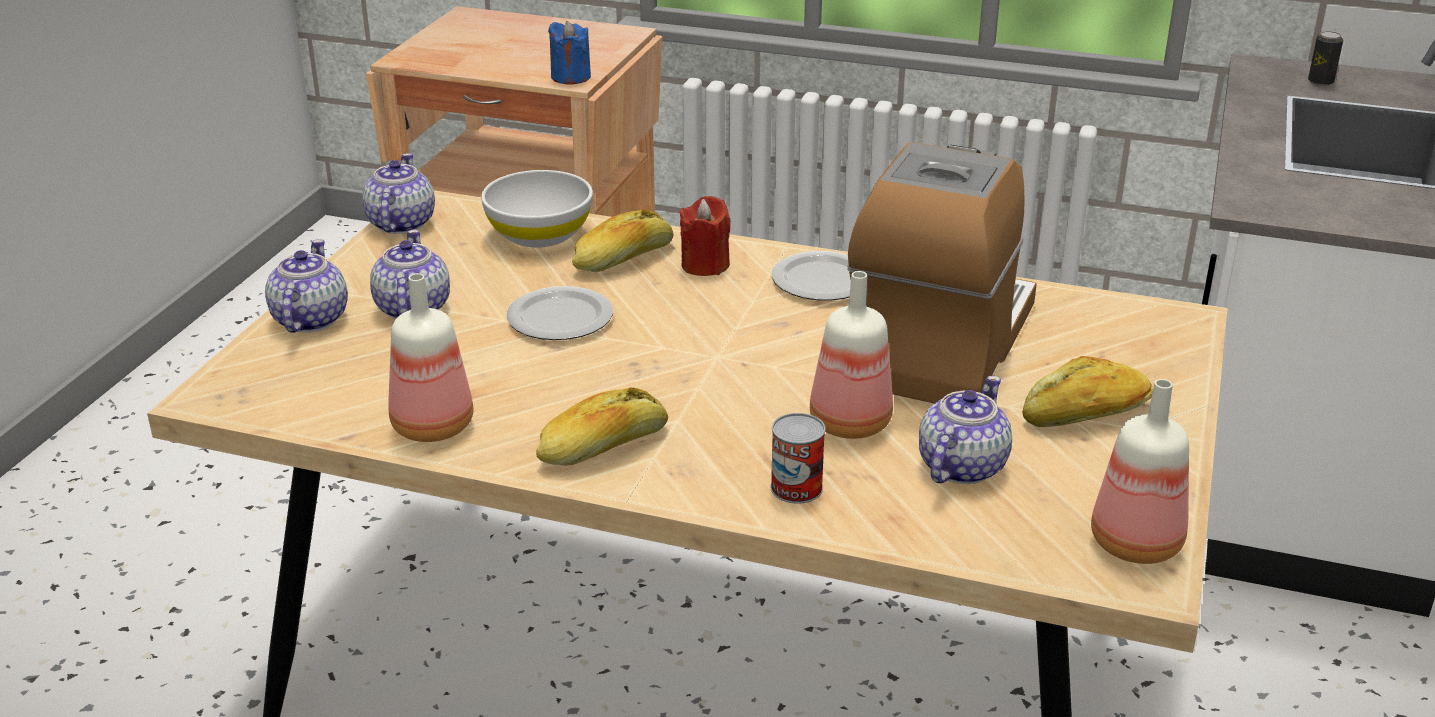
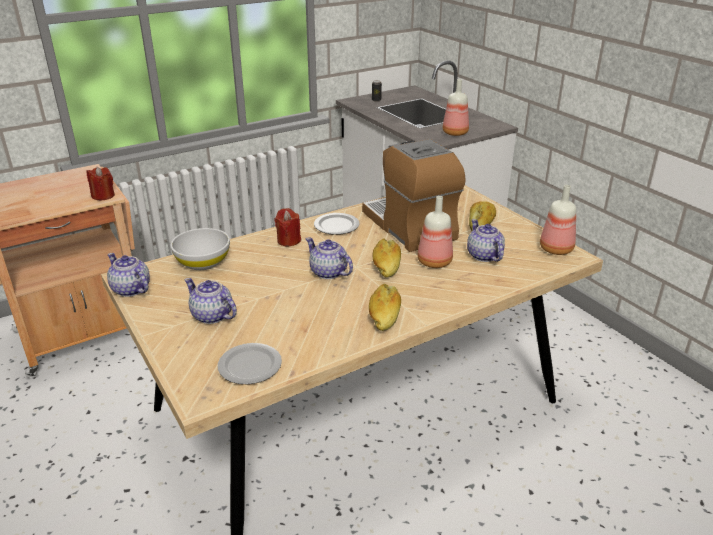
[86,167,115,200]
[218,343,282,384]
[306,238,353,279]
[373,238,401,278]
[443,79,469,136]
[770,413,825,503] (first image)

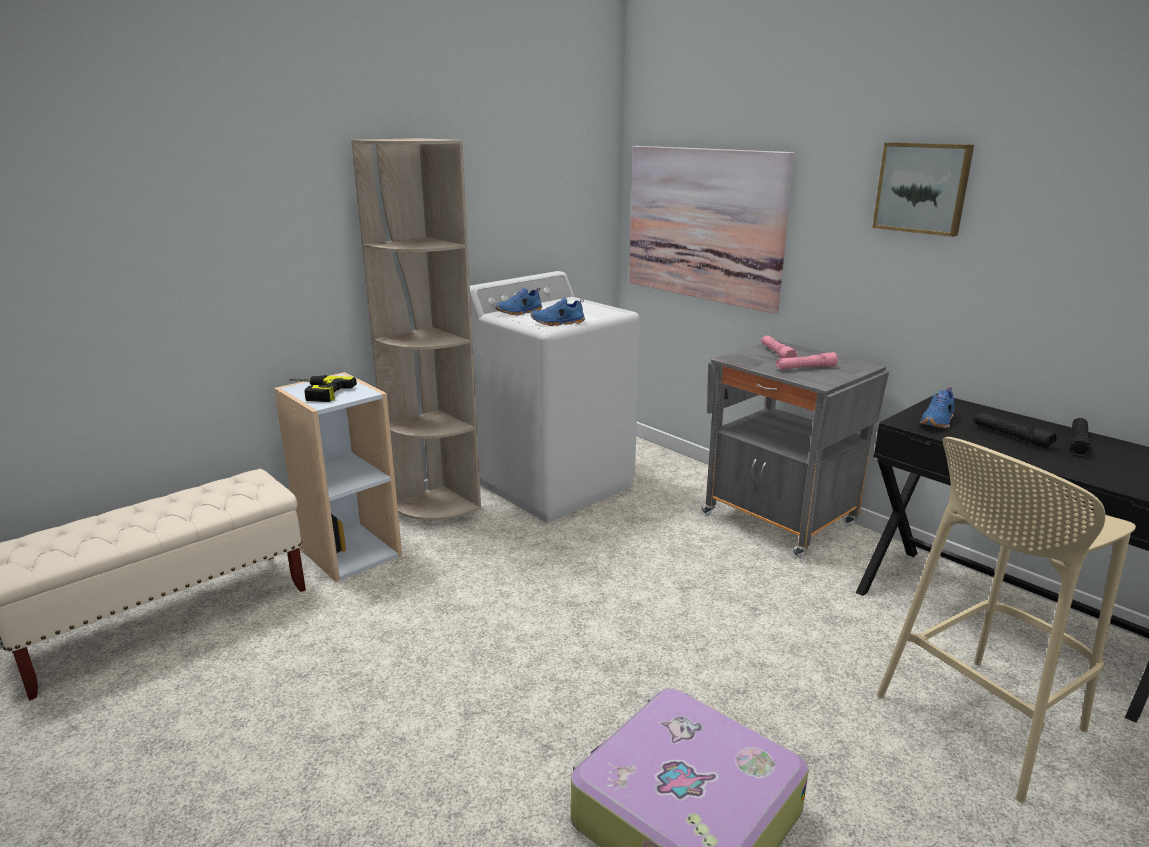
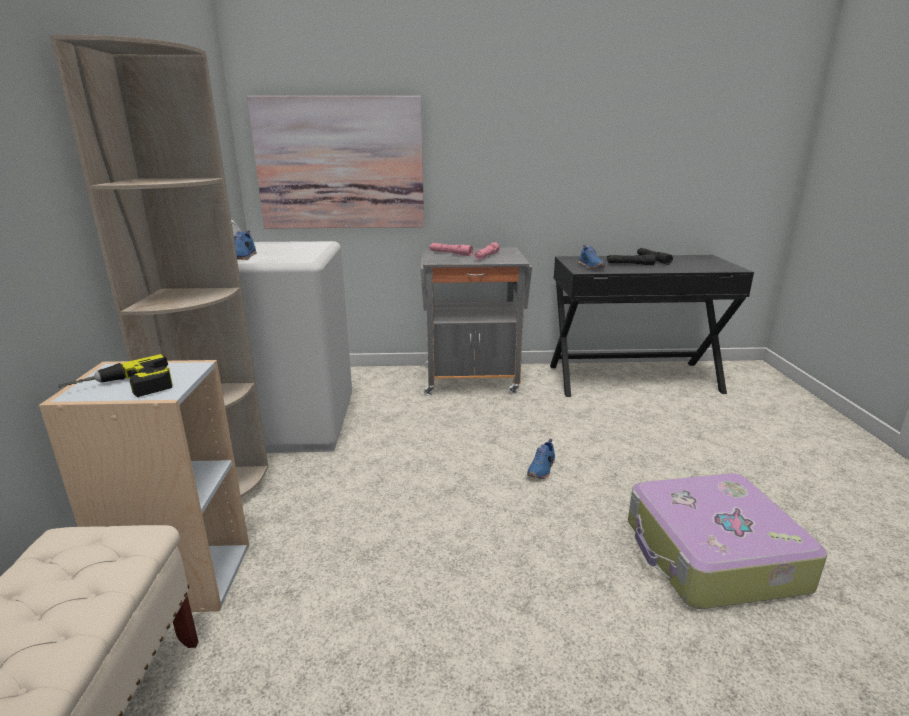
[527,439,555,479]
[872,142,974,237] (first image)
[877,437,1136,803] (first image)

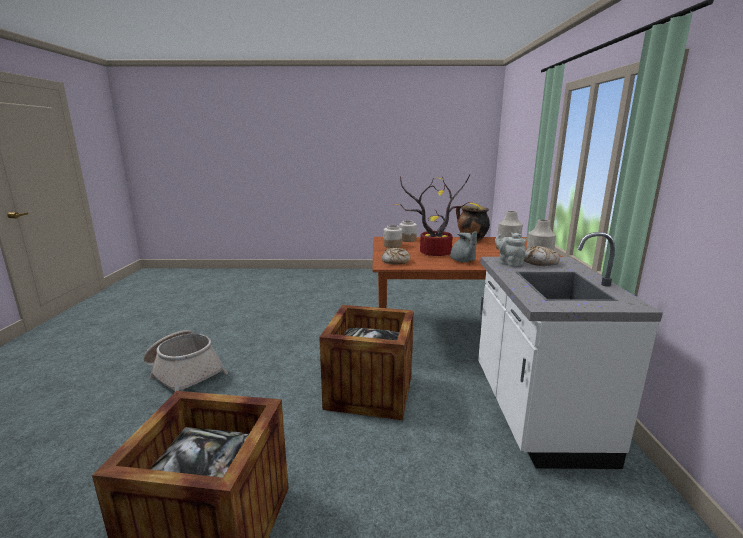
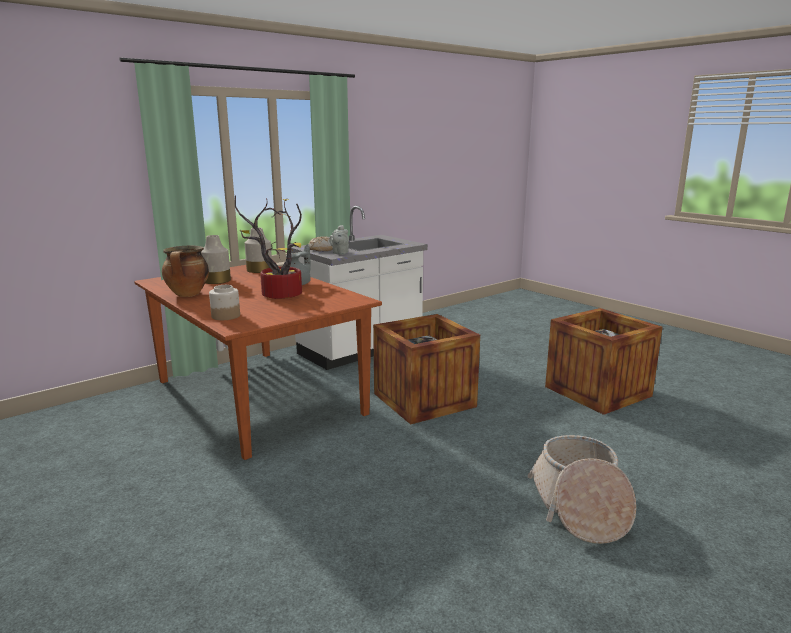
[382,248,410,264] (first image)
[384,225,402,248] (first image)

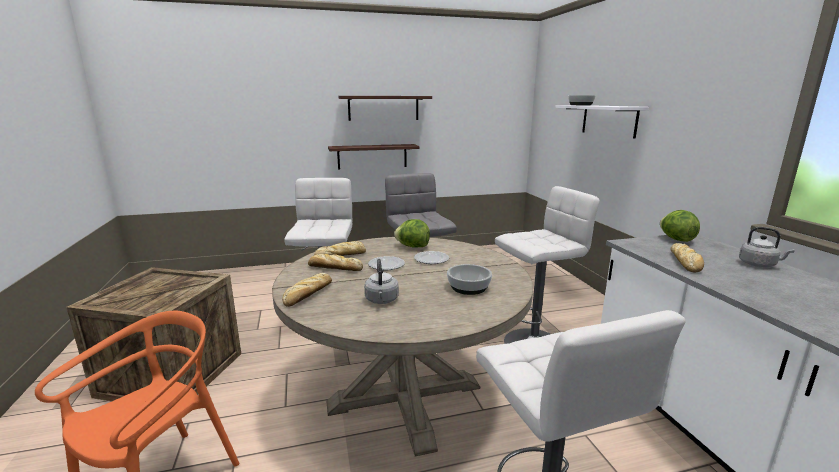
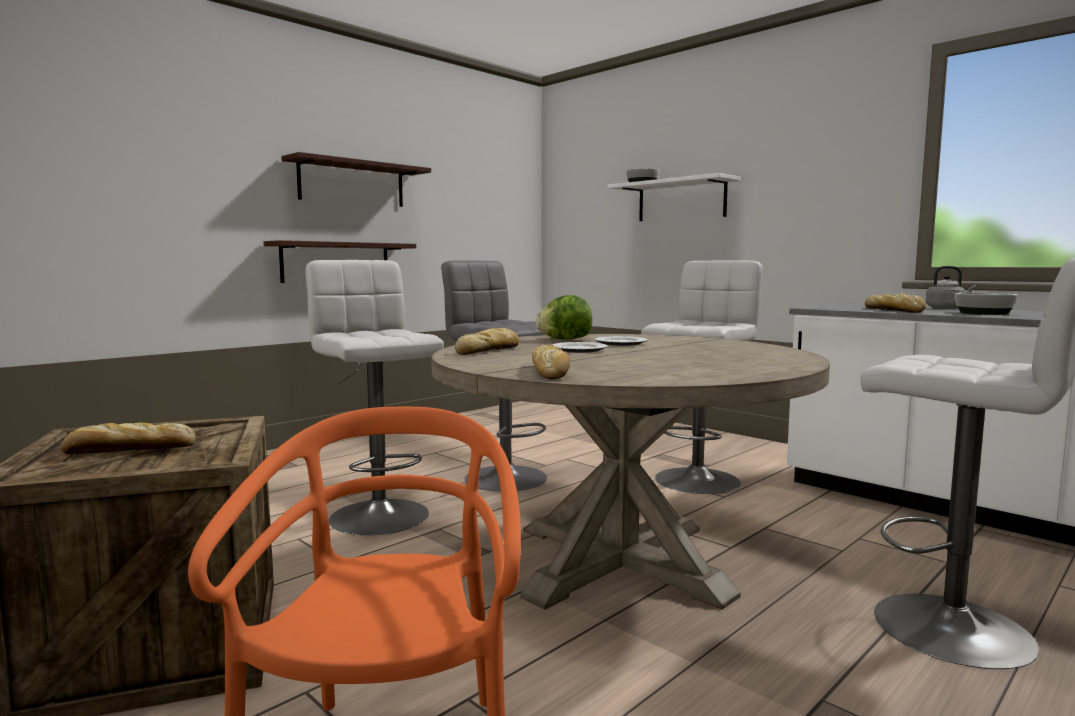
[61,423,196,454]
[955,293,1018,315]
[364,259,399,304] (first image)
[660,210,700,242] (first image)

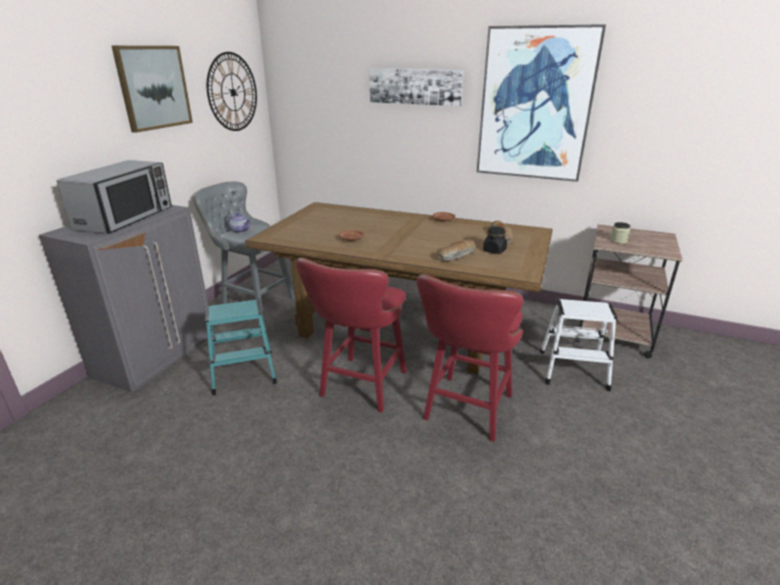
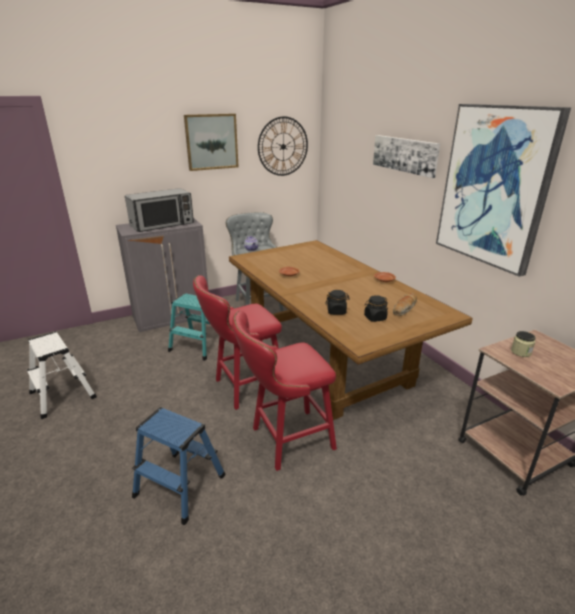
[27,331,97,419]
[132,407,225,525]
[325,290,350,315]

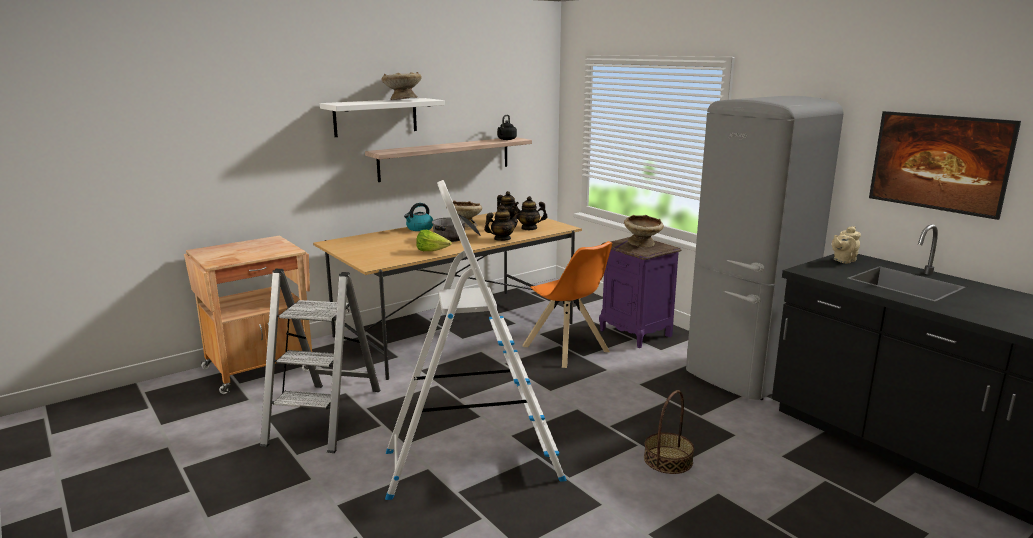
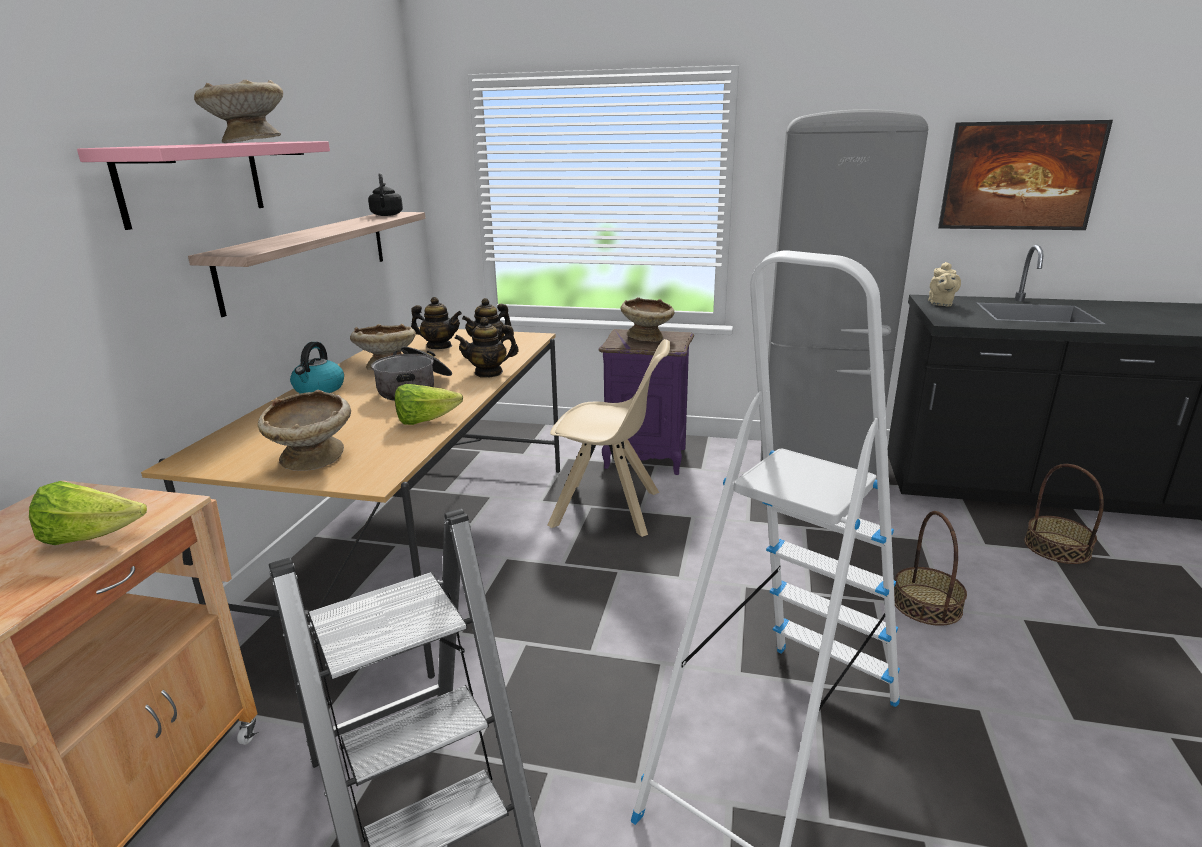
[29,481,147,545]
[77,141,330,230]
[258,390,351,471]
[454,317,519,377]
[548,339,670,537]
[1024,464,1104,564]

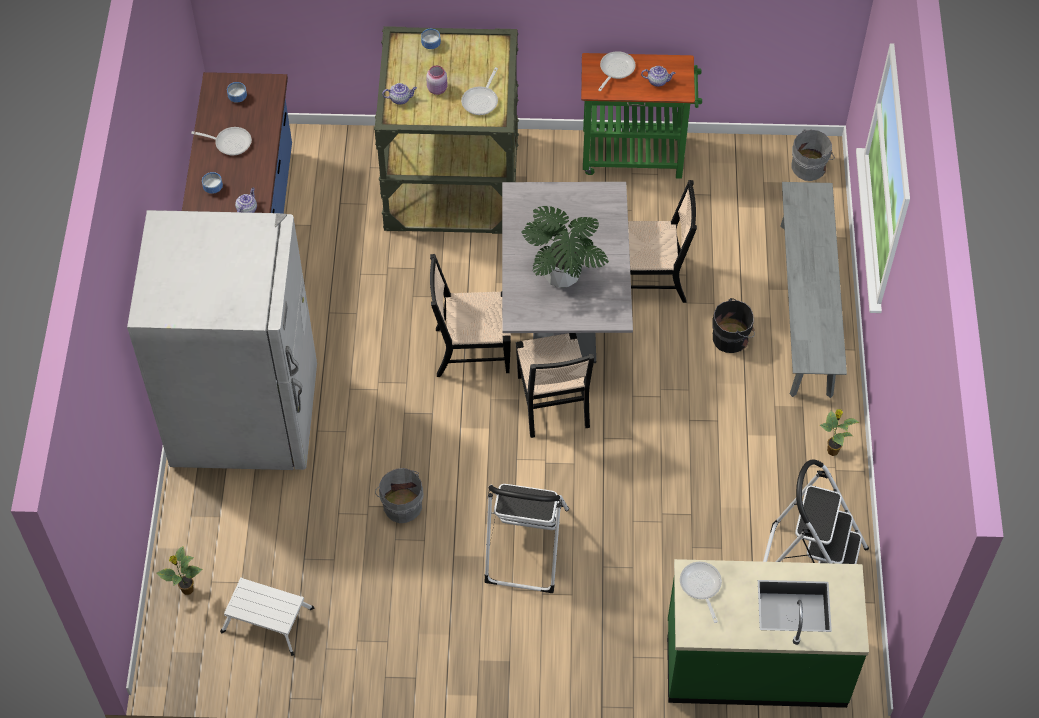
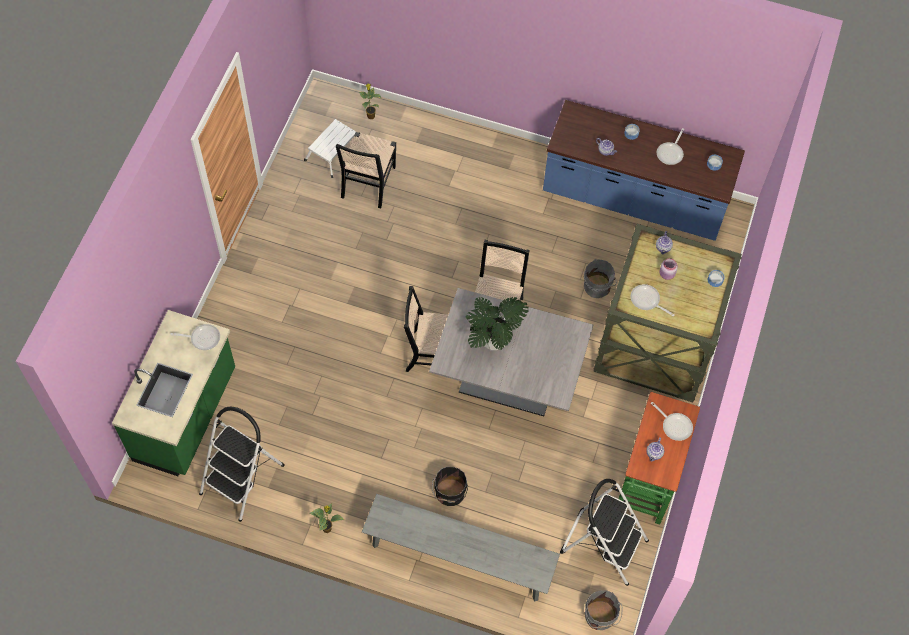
[336,132,396,208]
[560,479,649,586]
[584,259,617,298]
[127,210,317,470] (first image)

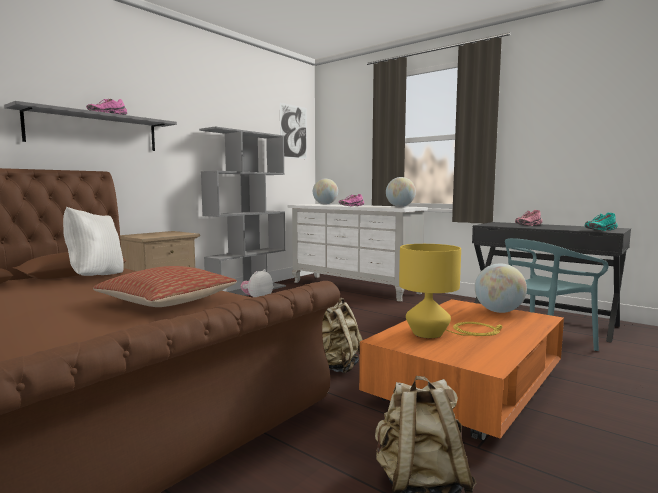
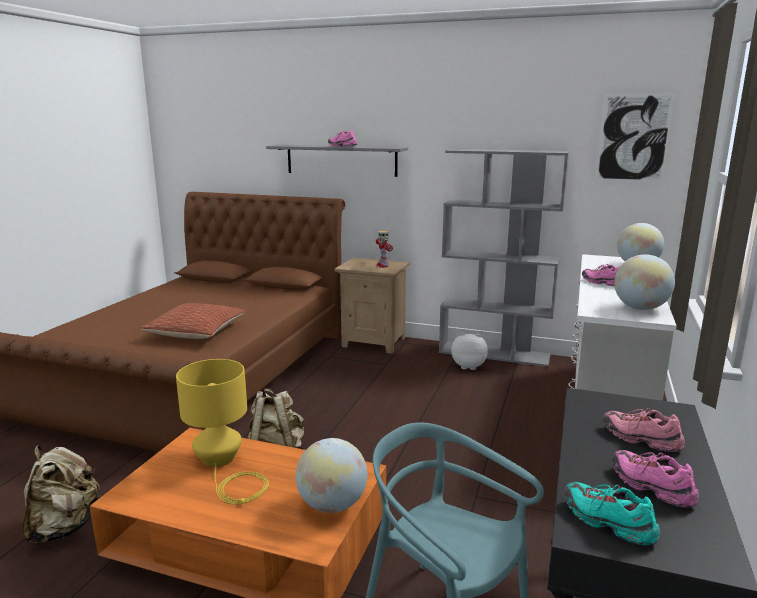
[376,231,393,268]
[612,450,699,507]
[63,207,124,276] (first image)

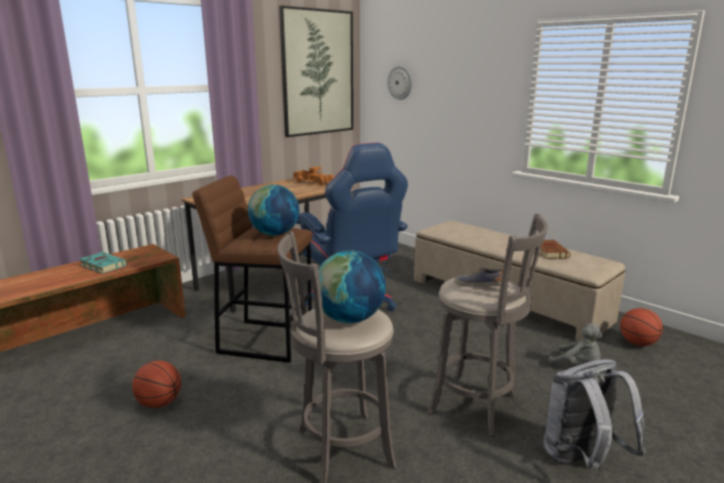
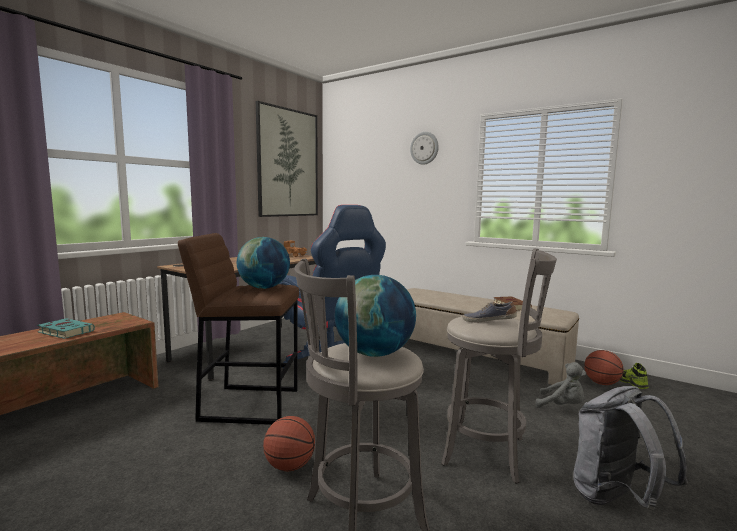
[263,416,315,471]
[410,132,439,165]
[619,363,649,389]

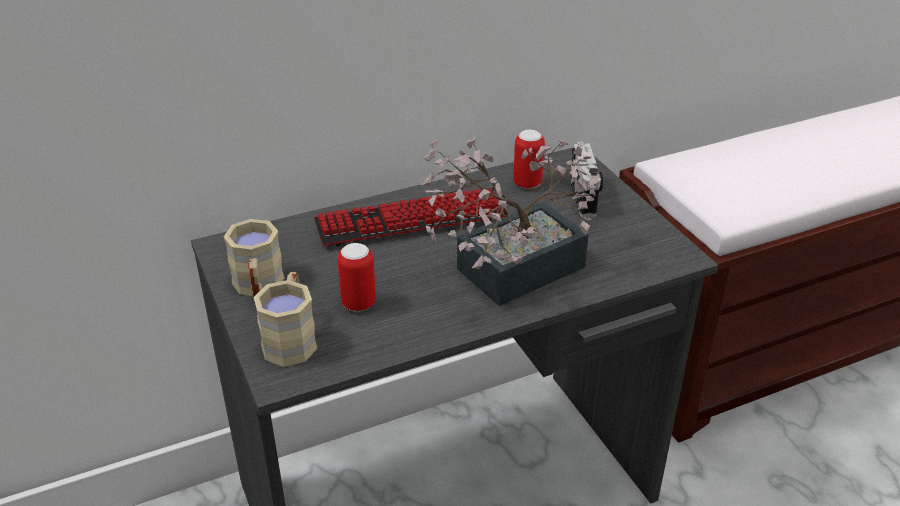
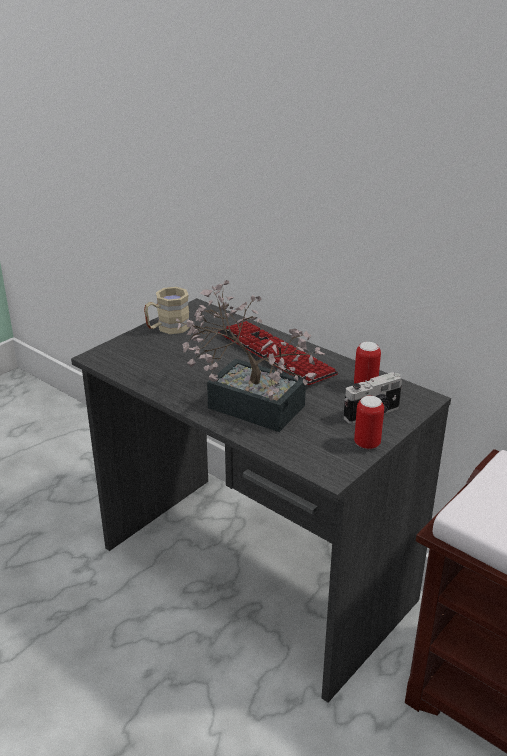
[354,396,384,449]
[254,272,317,367] (first image)

